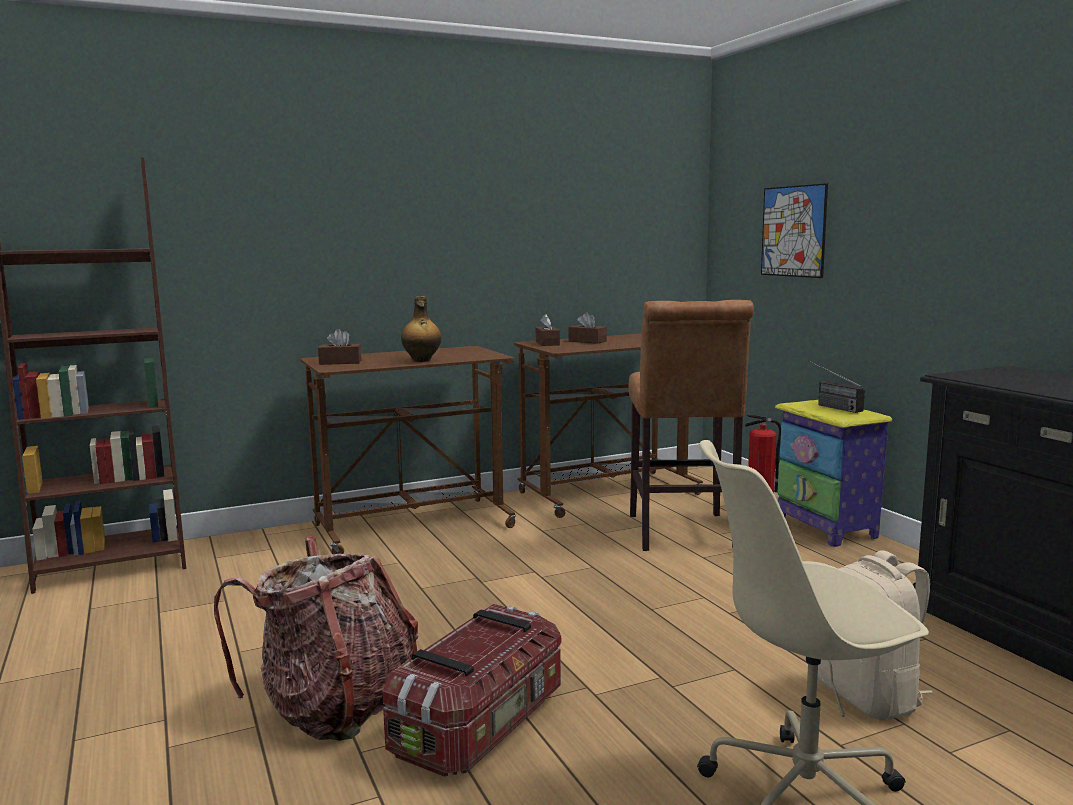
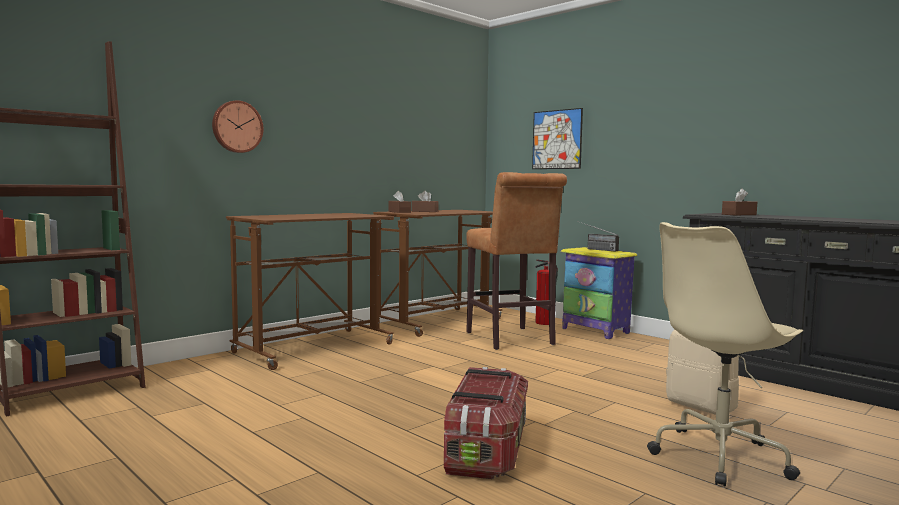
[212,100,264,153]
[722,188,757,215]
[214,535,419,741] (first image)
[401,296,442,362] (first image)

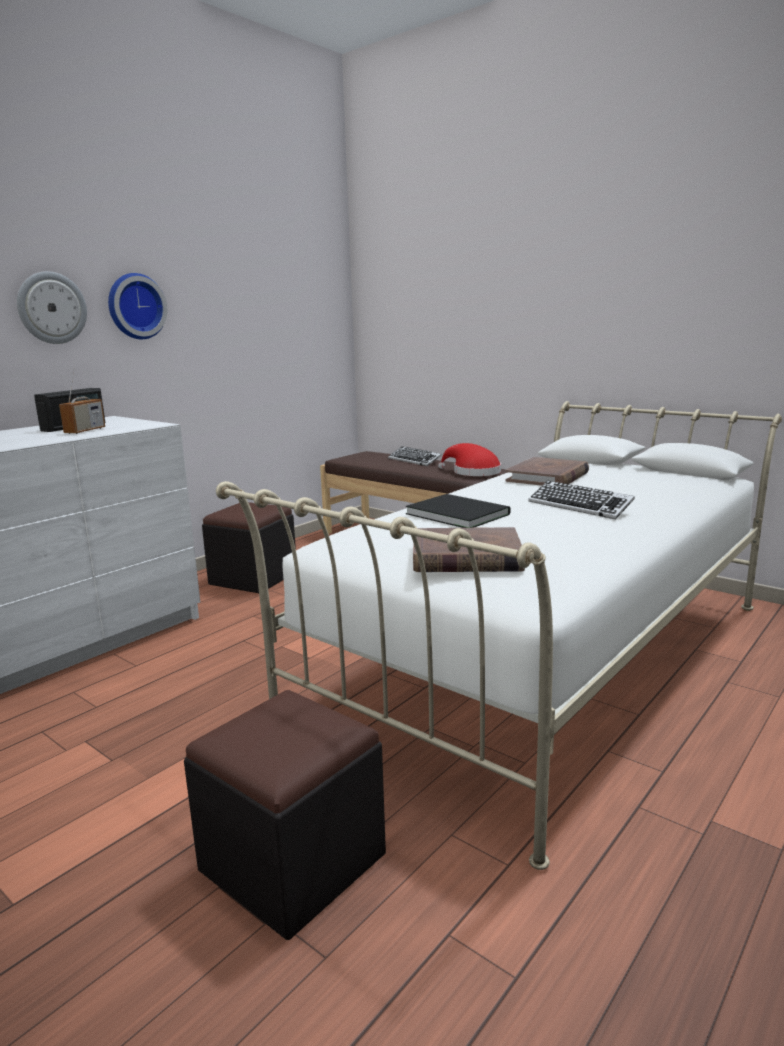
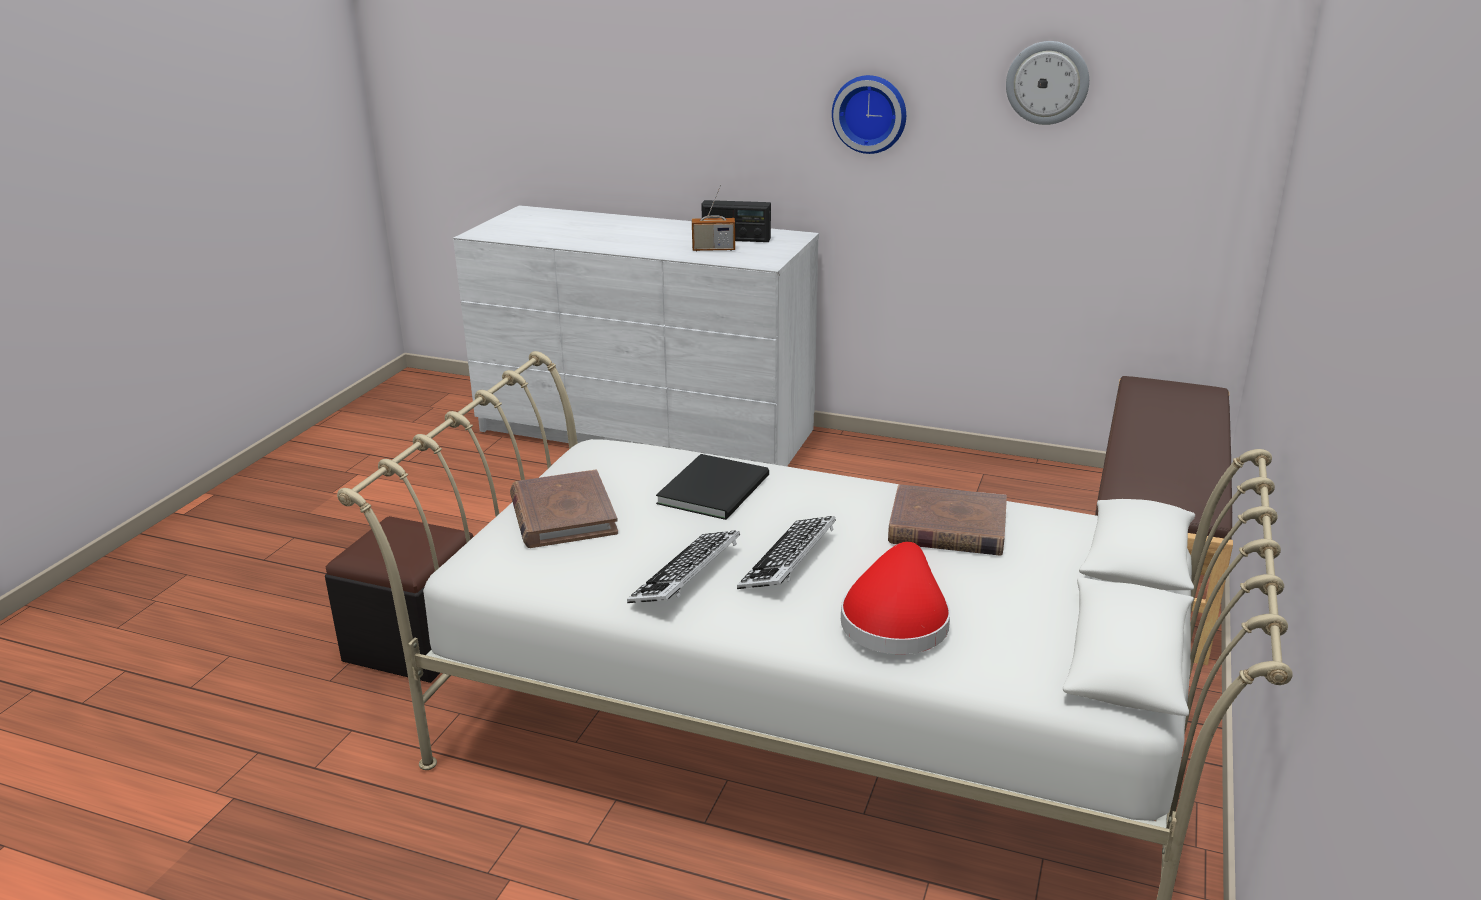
[627,530,740,603]
[841,542,950,654]
[1006,41,1089,125]
[202,502,296,593] (first image)

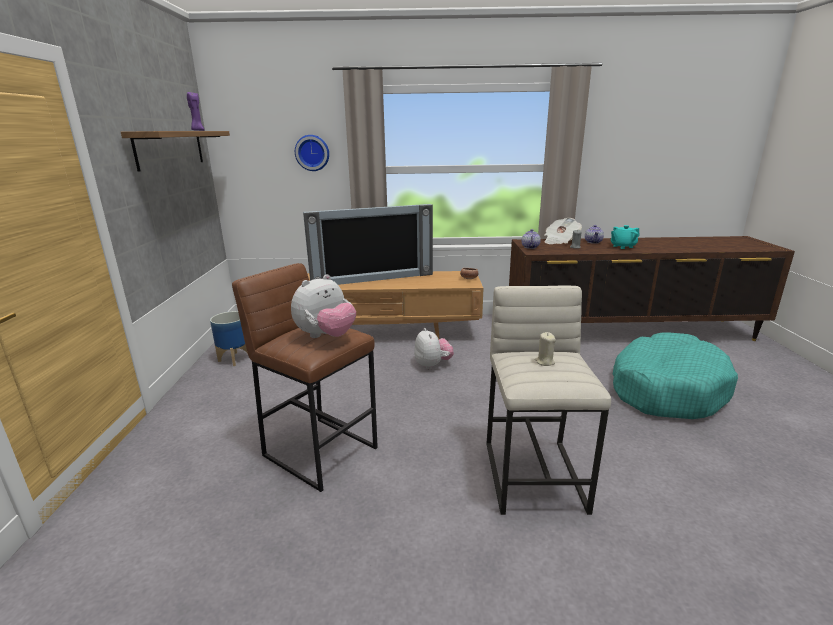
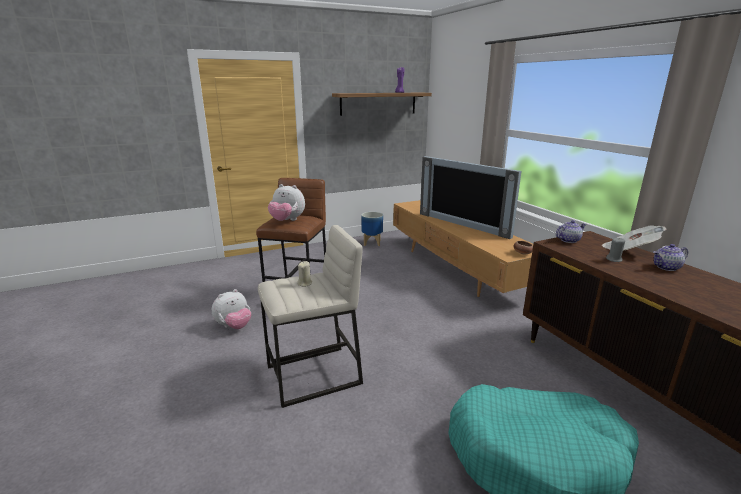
[212,289,251,329]
[295,135,329,171] (first image)
[611,225,640,249] (first image)

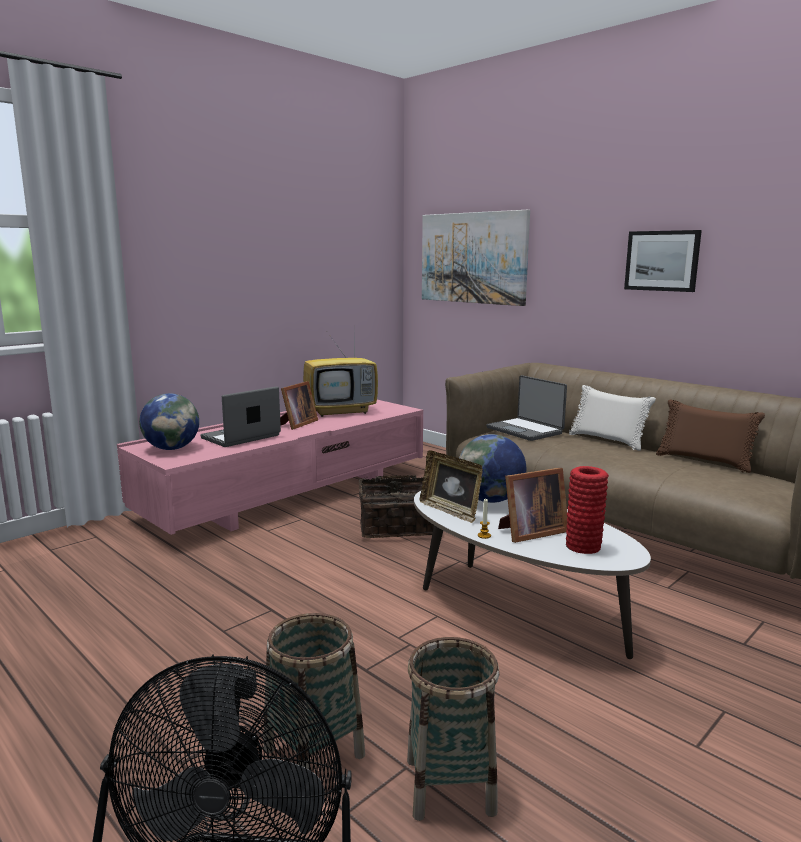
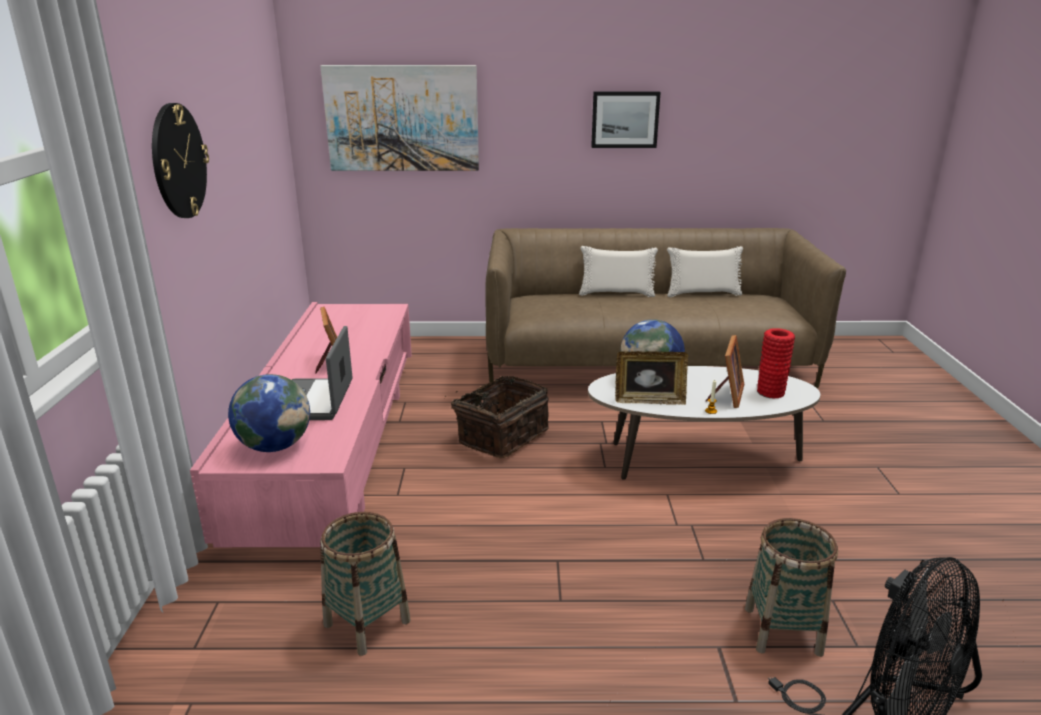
[152,103,209,218]
[320,512,411,656]
[667,246,743,297]
[303,333,378,417] (first image)
[486,375,567,441] (first image)

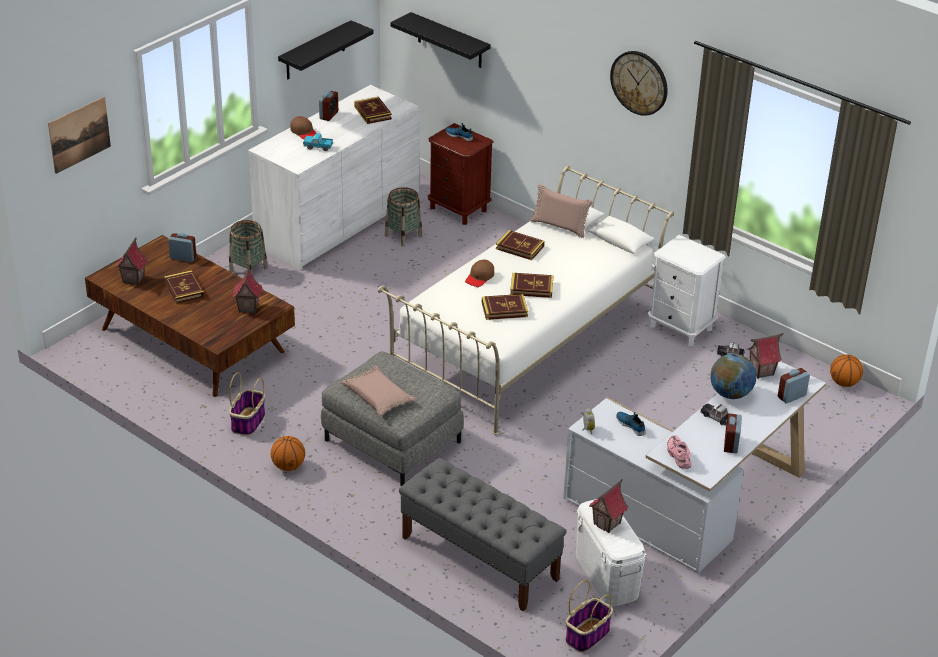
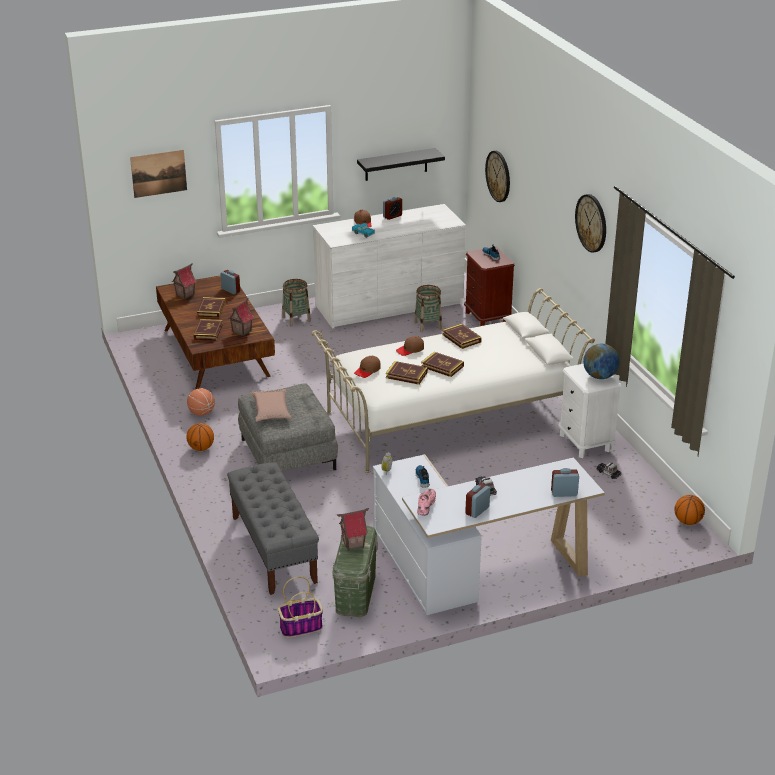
[187,388,215,416]
[193,319,223,341]
[332,526,378,617]
[354,356,381,378]
[485,151,510,202]
[583,344,619,379]
[530,184,593,238] (first image)
[747,333,784,379] (first image)

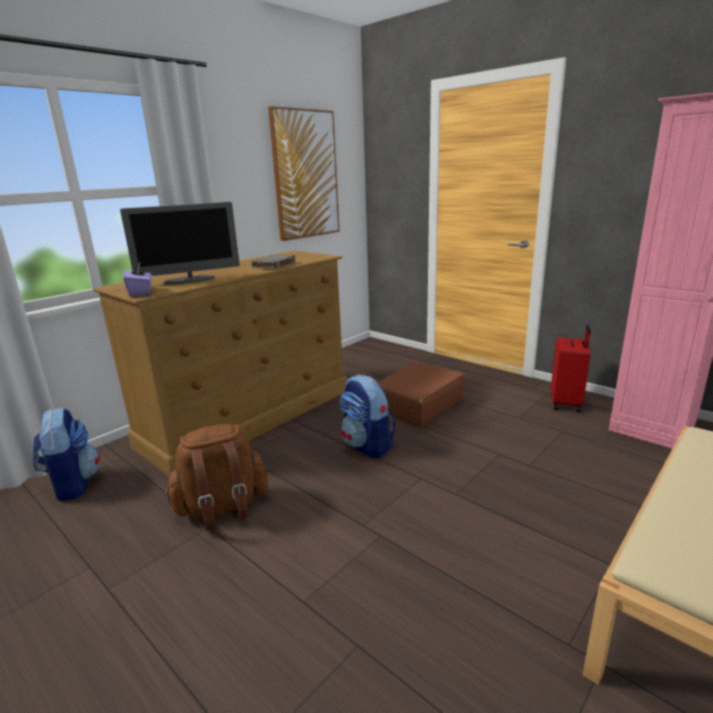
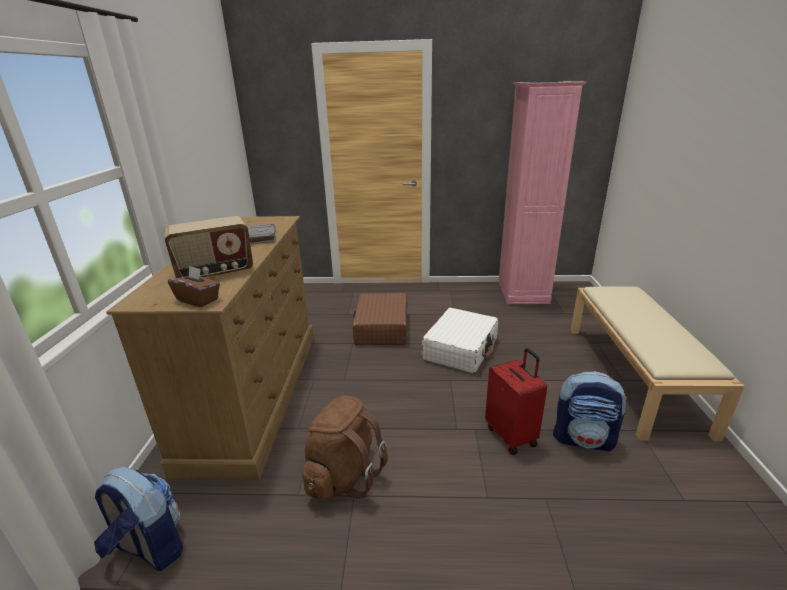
[164,216,253,278]
[168,266,220,307]
[422,308,498,373]
[485,348,547,455]
[553,371,627,452]
[268,106,339,241] (first image)

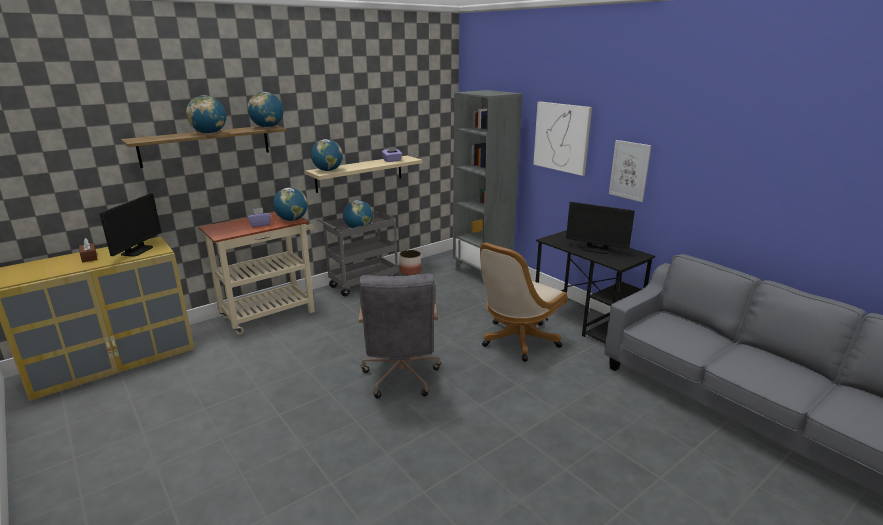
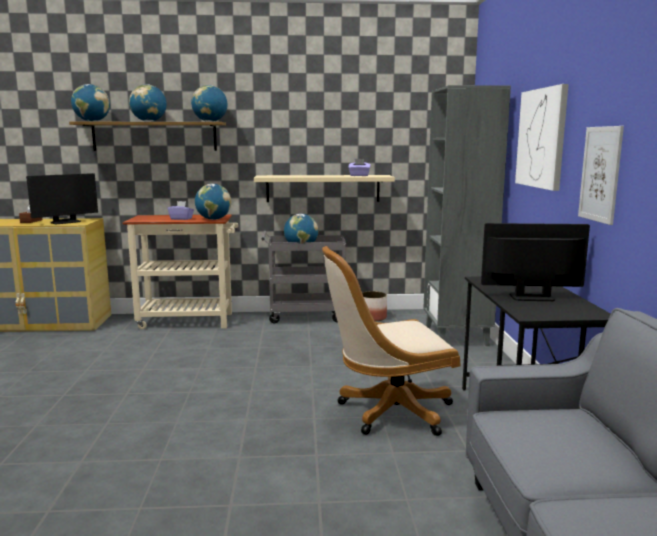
[71,84,110,122]
[481,223,590,301]
[359,273,441,399] (first image)

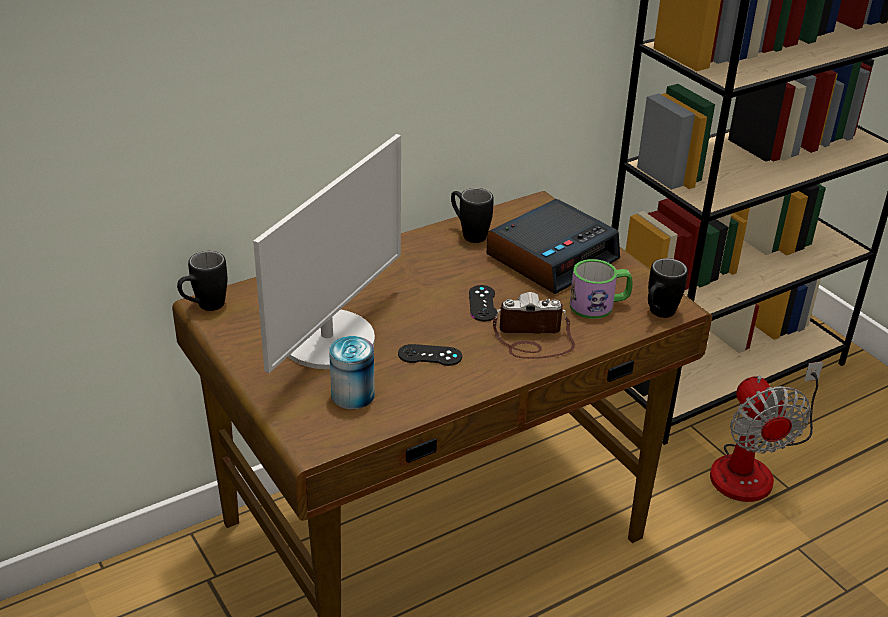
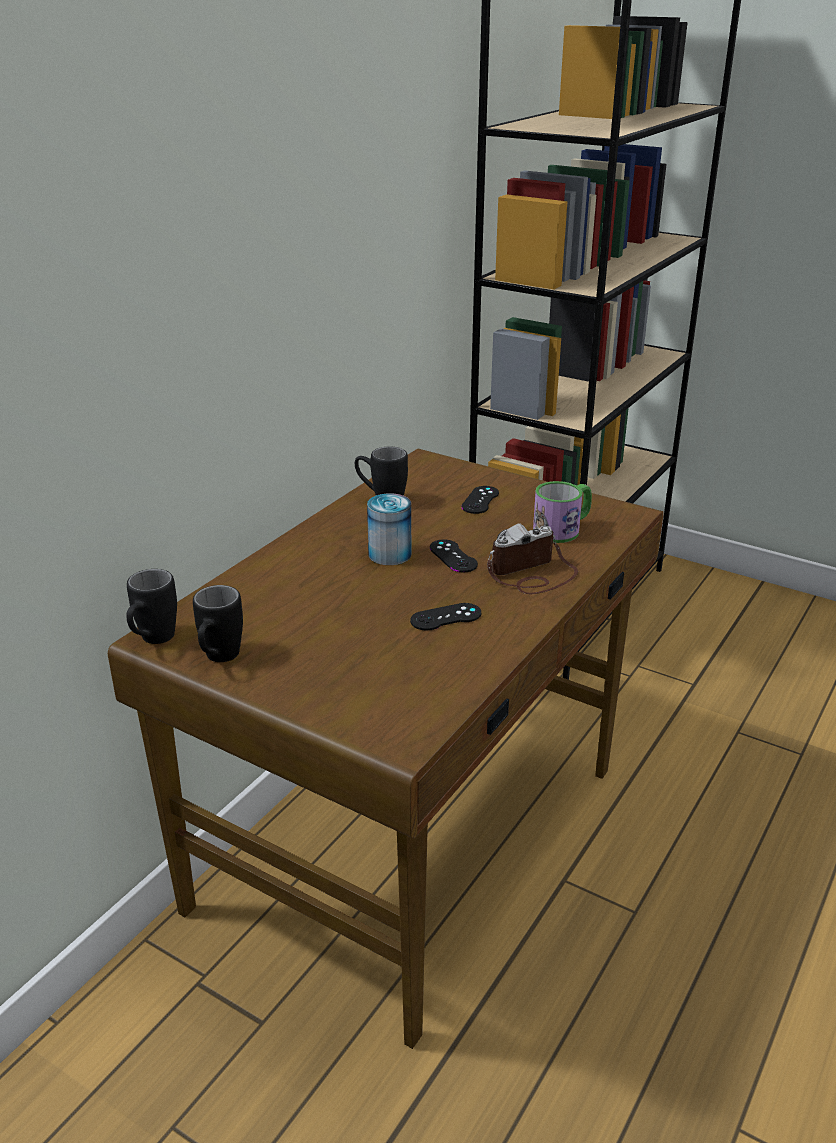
[193,585,243,662]
[367,493,411,565]
[461,486,499,514]
[253,134,401,373] (first image)
[710,362,823,502] (first image)

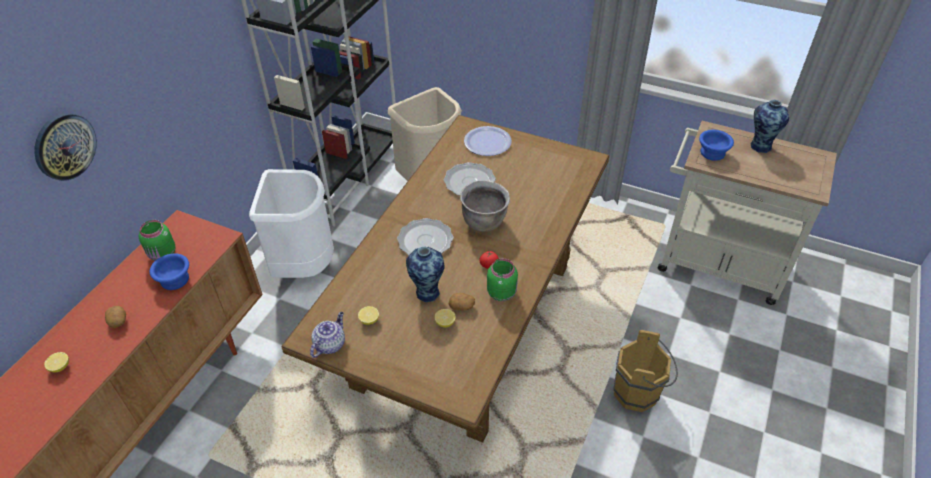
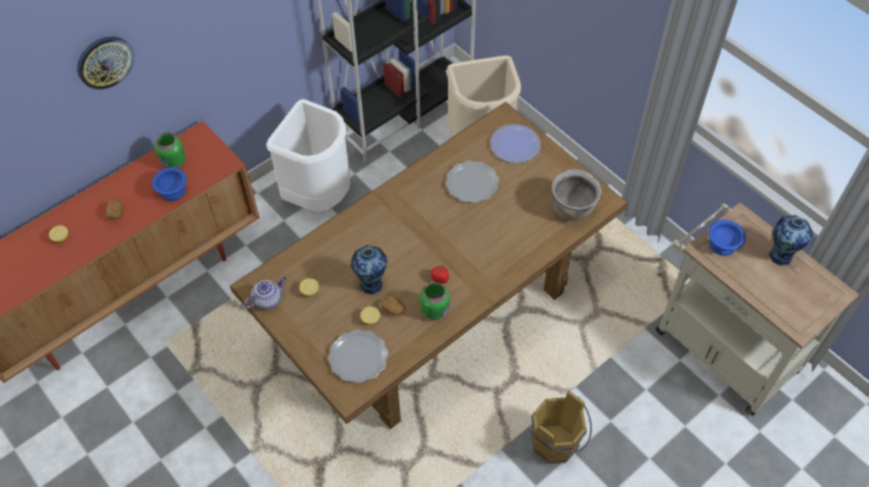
[328,329,389,383]
[552,169,601,221]

